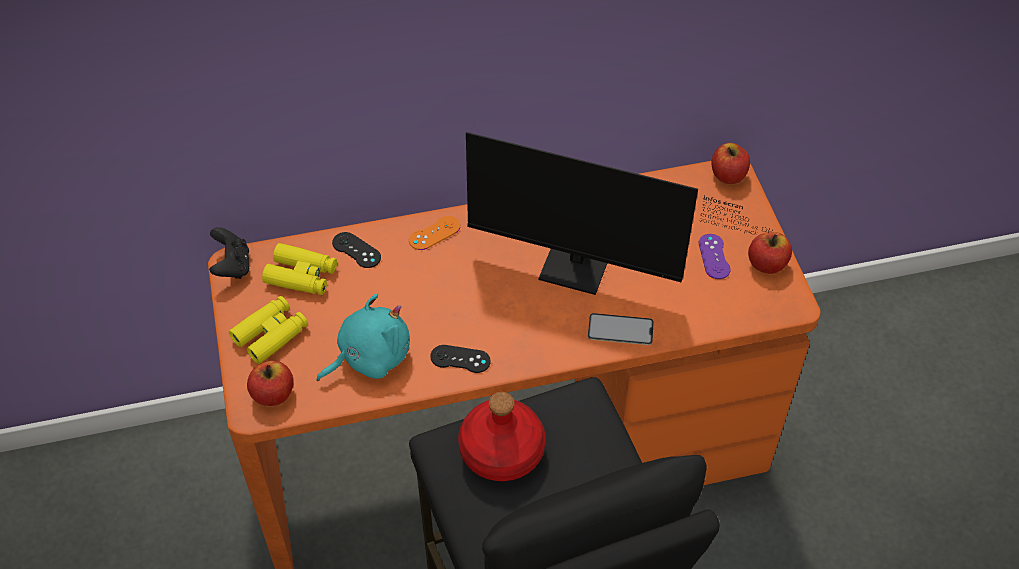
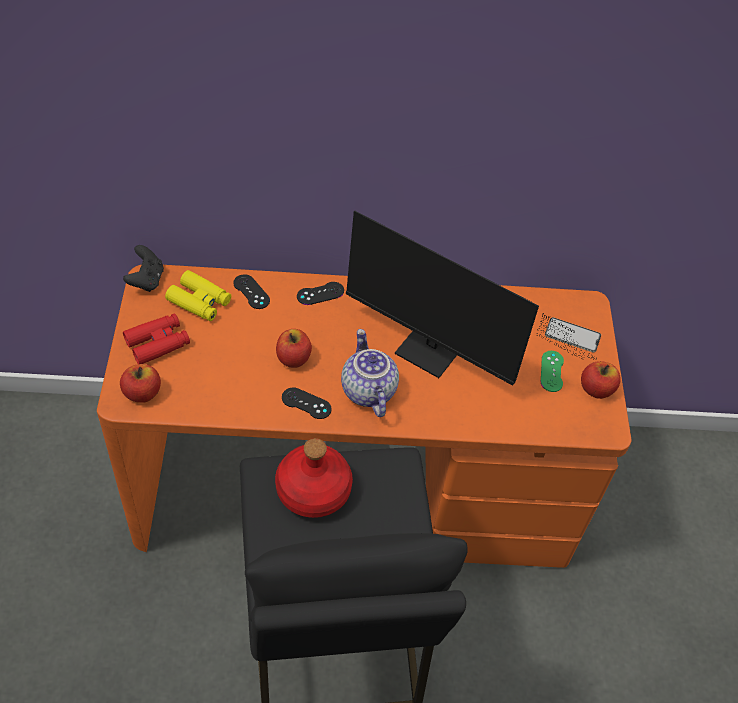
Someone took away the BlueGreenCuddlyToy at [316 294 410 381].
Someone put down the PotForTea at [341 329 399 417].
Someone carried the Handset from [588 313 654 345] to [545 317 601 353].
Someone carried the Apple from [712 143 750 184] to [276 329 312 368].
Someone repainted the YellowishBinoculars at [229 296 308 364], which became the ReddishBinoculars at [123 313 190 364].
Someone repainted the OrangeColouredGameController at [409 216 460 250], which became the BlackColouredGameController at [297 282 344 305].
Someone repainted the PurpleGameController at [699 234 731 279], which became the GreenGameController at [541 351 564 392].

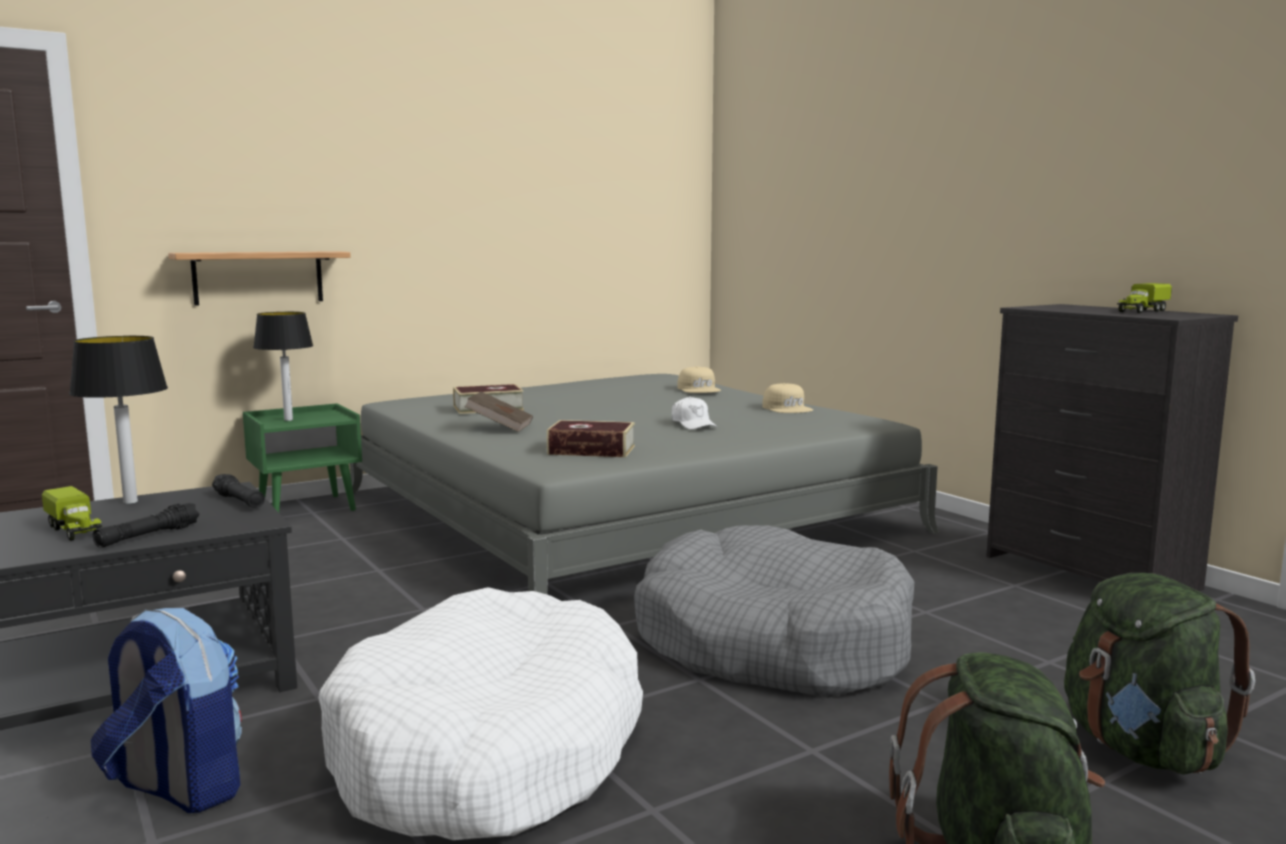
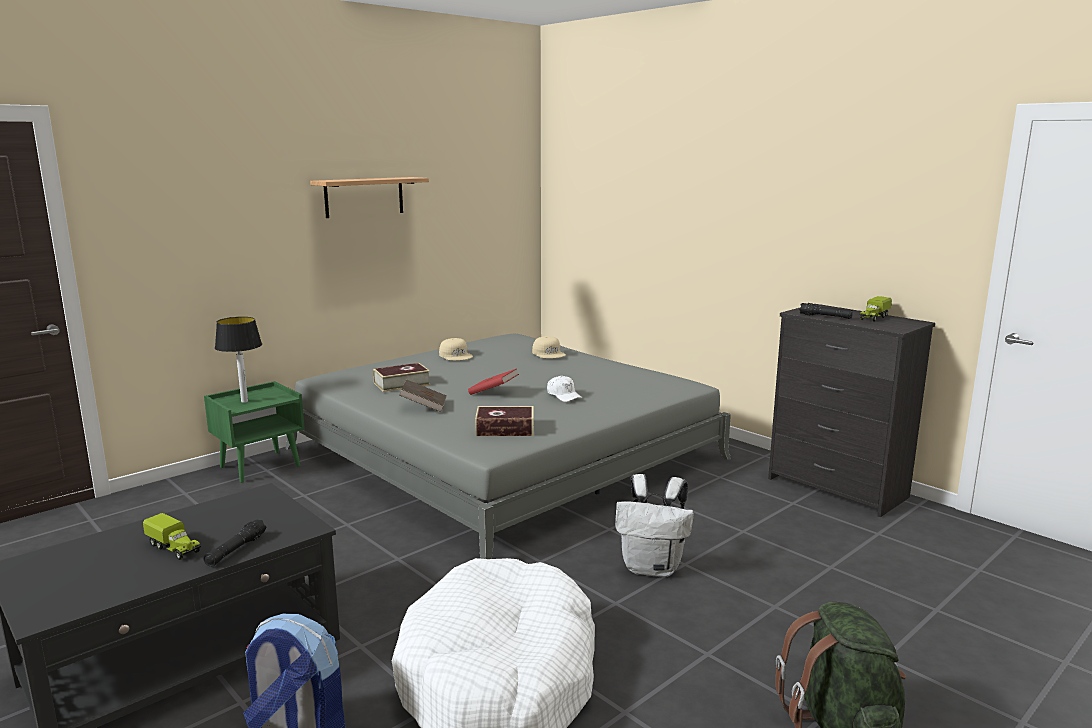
Someone took away the TableLamp at [69 336 168 504].
Someone took away the GreenBackpack at [1064 573 1255 774].
Someone put down the ReddishVolume at [468 368 519 395].
Someone carried the Shelf from [168 251 351 306] to [310 177 429 218].
Someone carried the BlackColouredHandTorch from [212 474 265 508] to [799 303 853 319].
Someone carried the SandColouredPeakedCap from [762 383 813 413] to [439 338 473 361].
Someone swapped the GrayPetBed at [634 525 914 698] for the WhitishBackpack at [615 474 694 577].

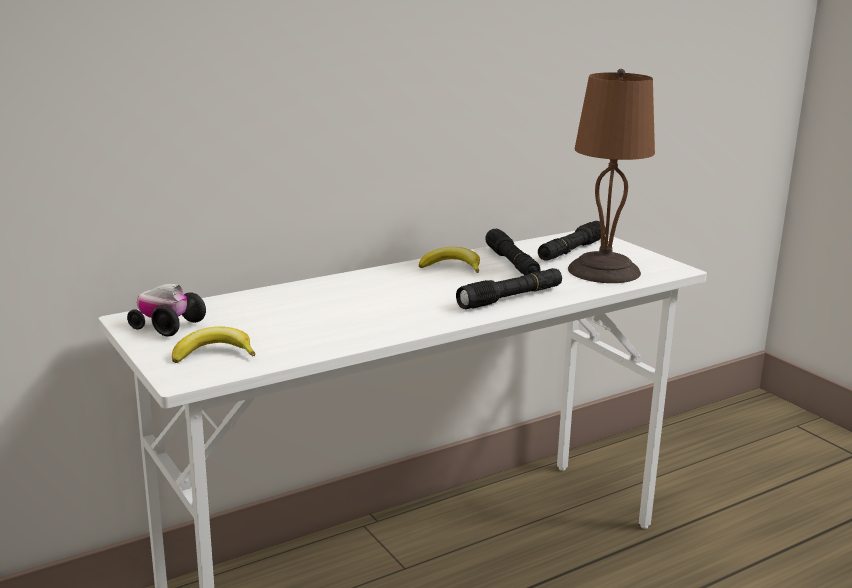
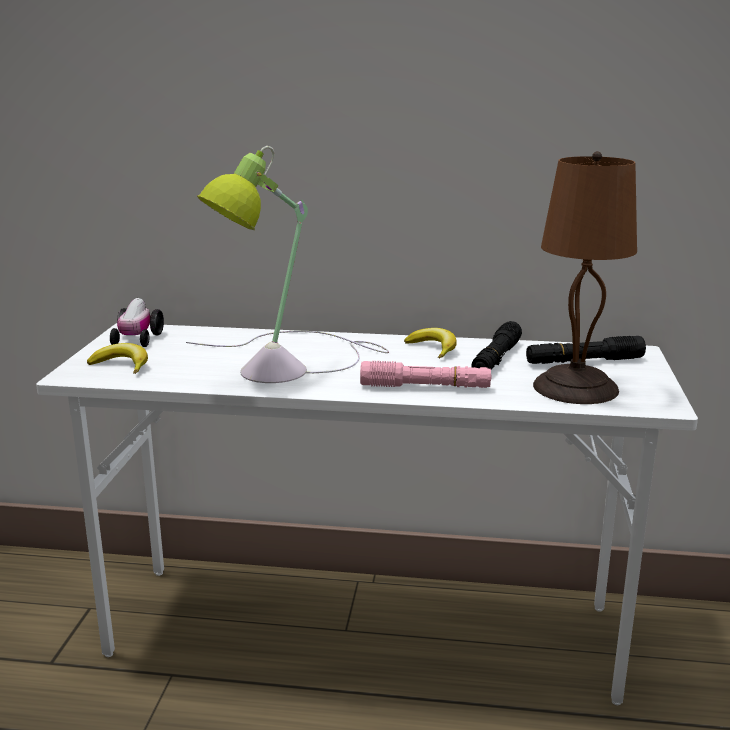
Someone put down the TableLamp at [186 146 389 383].
Someone repainted the BlackColouredHandTorch at [456 268 562 309], which became the PinkHandTorch at [360 360 492 388].
Someone rotated the ToyCar at [127 284 206 336] by 150 degrees counterclockwise.

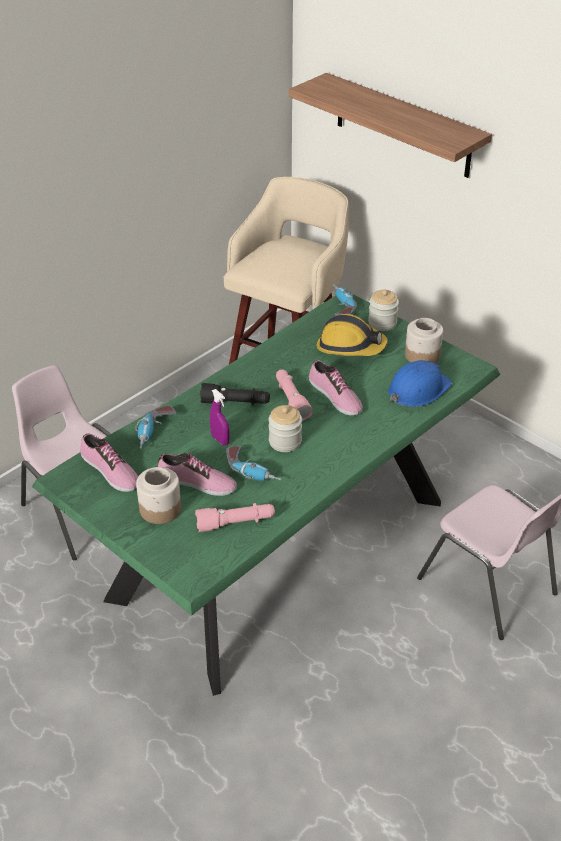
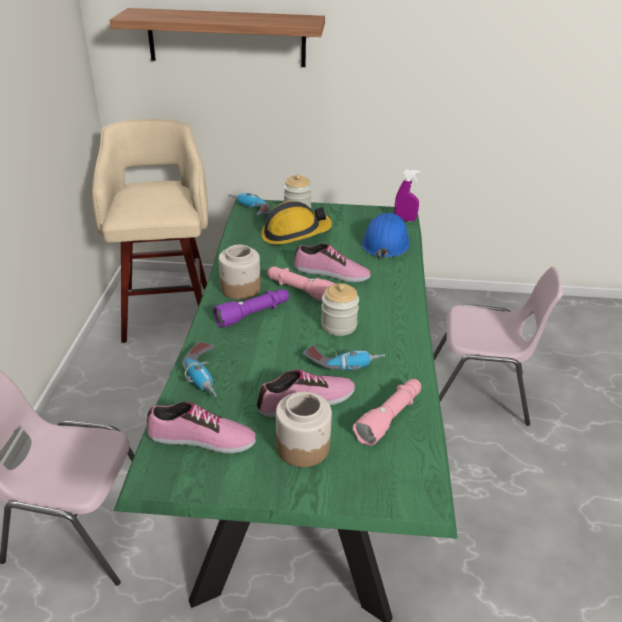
Someone carried the PurpleSprayBottle from [210 389 230 445] to [394 170 420 222].
Someone carried the Jar from [405 318 443 363] to [219 245 261 299].
Someone repainted the BlackColouredHandTorch at [200 383 270 405], which became the PurpleHandTorch at [213 289 289 328].

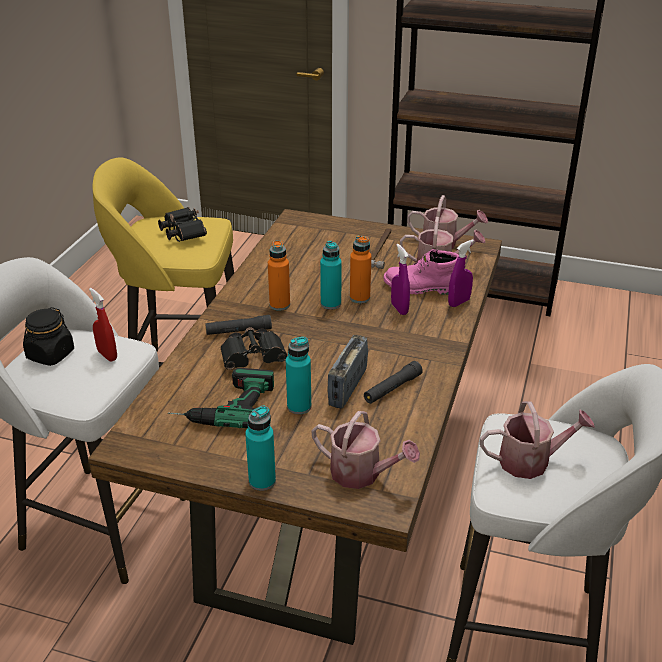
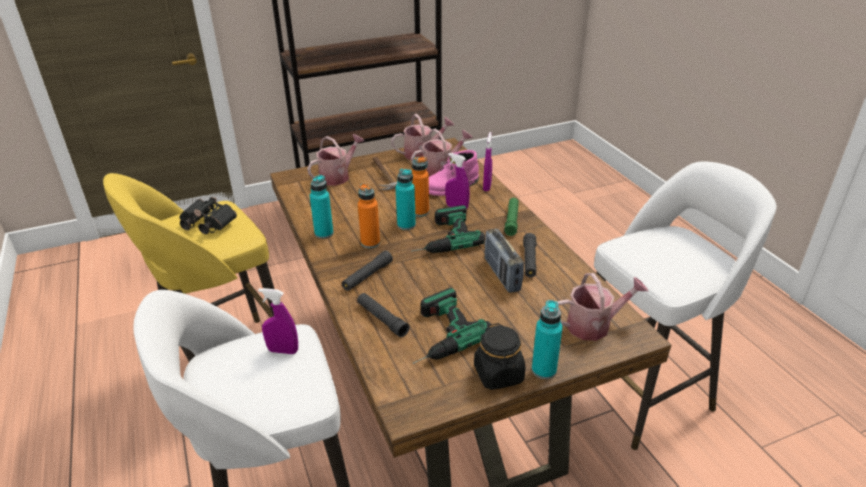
Someone took away the BlackColouredBinoculars at [221 327 287 370].
Someone put down the BlackColouredHandTorch at [357 293 410 337].
Someone put down the Drill at [411 205 485 253].
Someone put down the GreenHandTorch at [504 198 519 236].
Someone carried the BlackColouredJar from [23 307 74 366] to [474 323 525 390].
Someone carried the BlueGreenBottle from [286 337 311 414] to [310 175 334 239].
Someone carried the SprinklingCan from [480 401 595 479] to [307 134 365 186].
Someone repainted the ReddishSprayBottle at [89 288 117 362], which became the PurpleSprayBottle at [258 288 298 354].

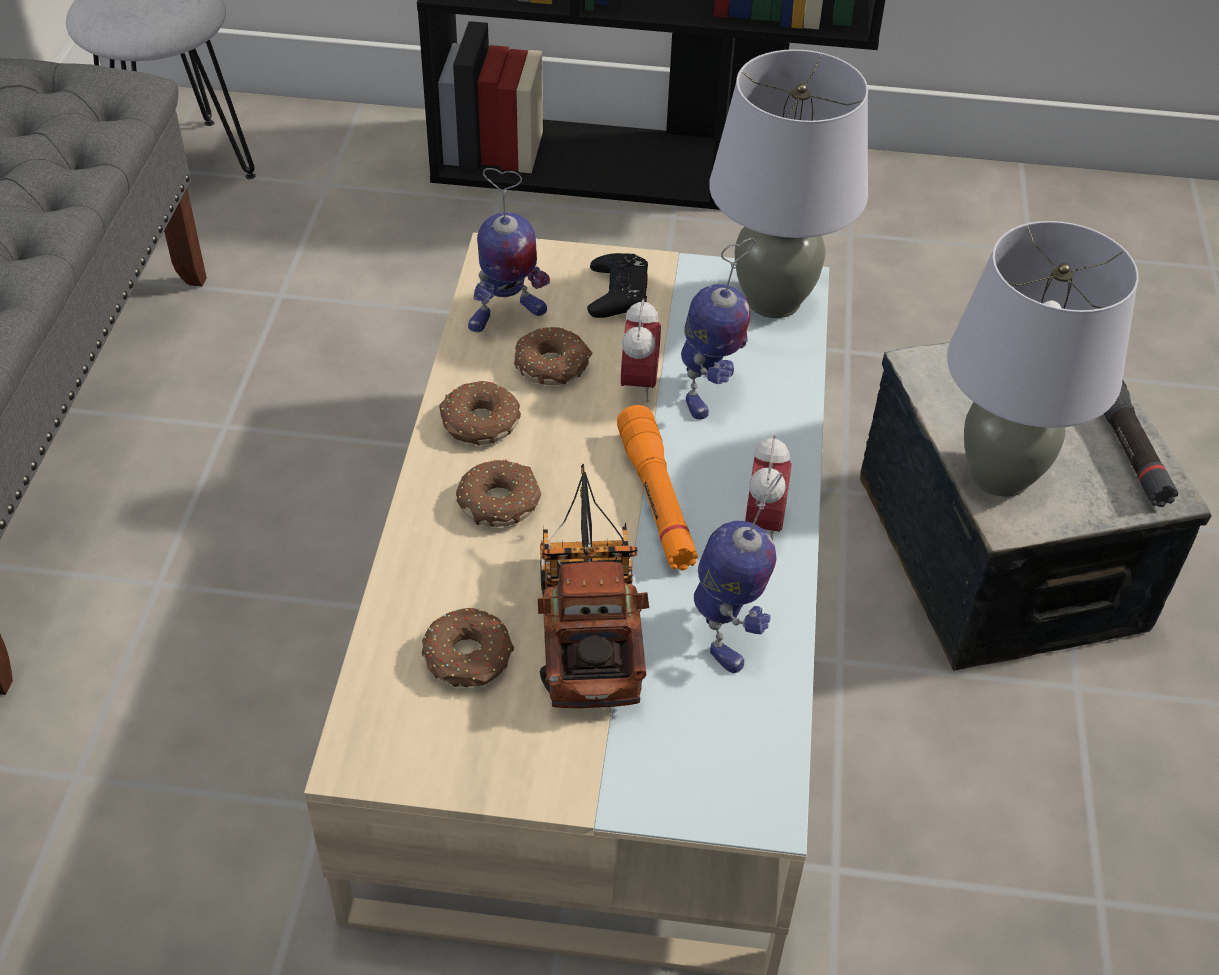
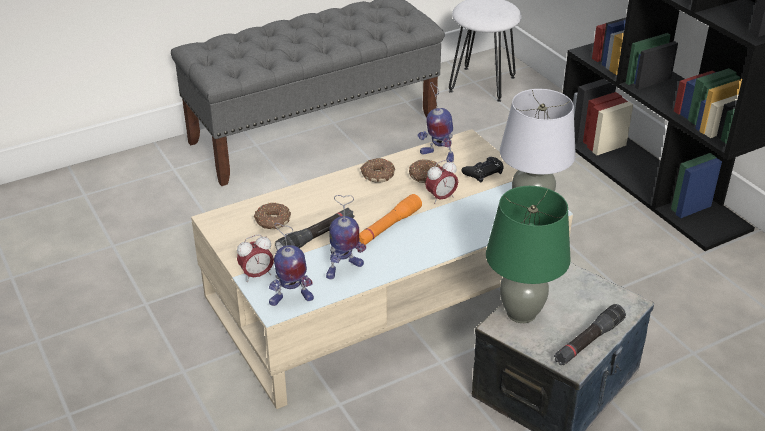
Someone took away the RingDoughnut at [456 460 542 527].
Someone carried the RobotFigure from [681 238 756 420] to [269 223 314 306].
Someone carried the AlarmClock from [745 435 791 540] to [237 235 274 282].
Someone swapped the ToyLorry at [538 464 649 708] for the BlackColouredHandTorch at [275 208 354 251].
Someone repainted the GrayTableLamp at [947 221 1139 497], which became the GreenTableLamp at [486 186 571 323].

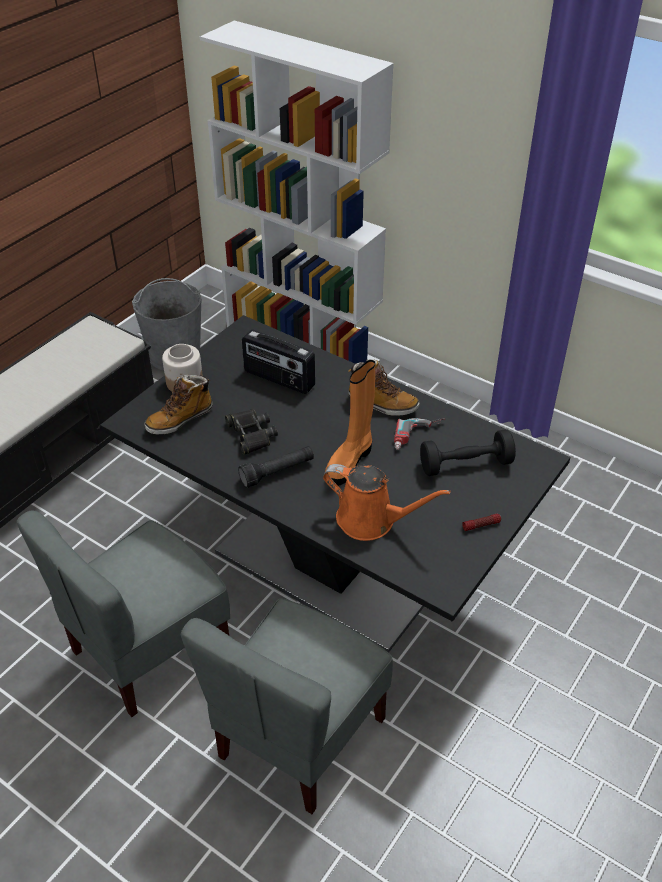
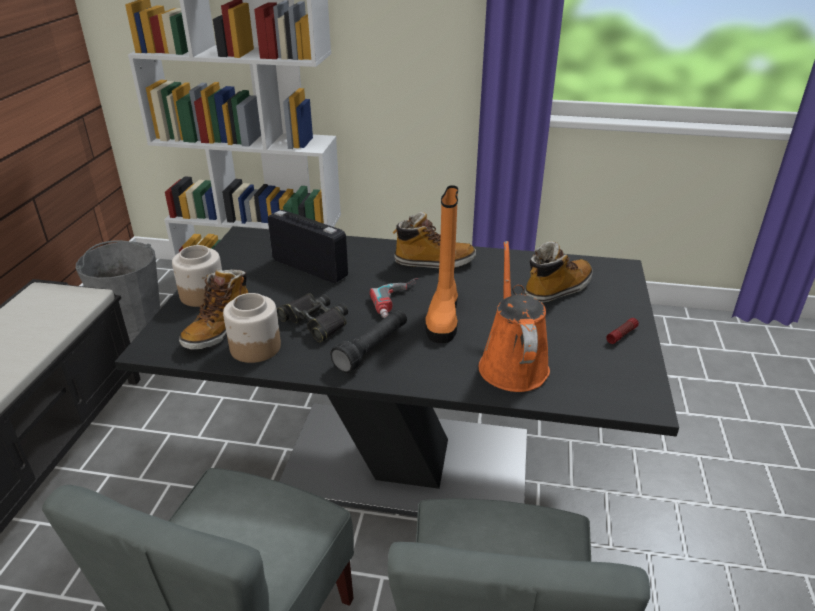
Someone put down the Jar at [223 293 281 363].
Someone carried the Drill from [394 418 445 450] to [370 278 419 318].
Someone swapped the BlackColouredHandWeight at [420 429 516 476] for the TallBoot at [525 241 593 303].
Someone rotated the RadioReceiver at [242 329 315 394] by 150 degrees counterclockwise.
Someone rotated the OrangeColouredSprinklingCan at [323 464 451 541] by 90 degrees counterclockwise.

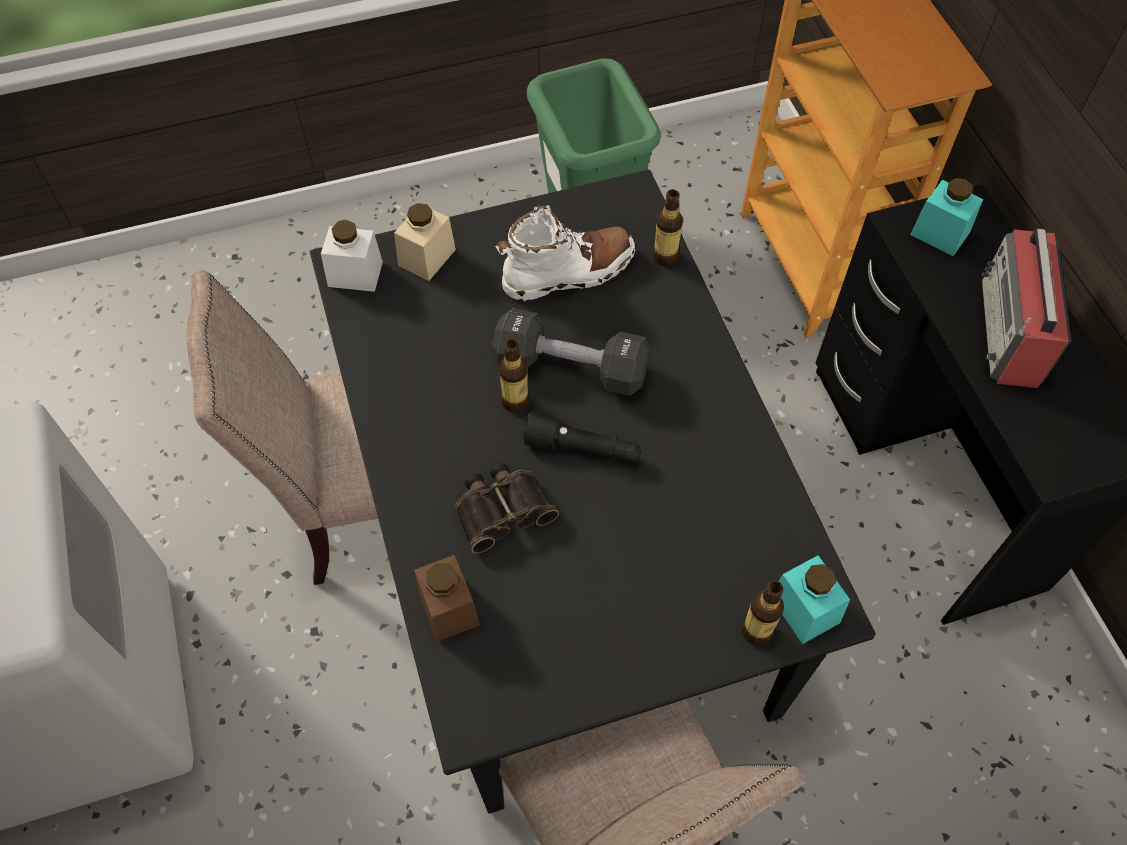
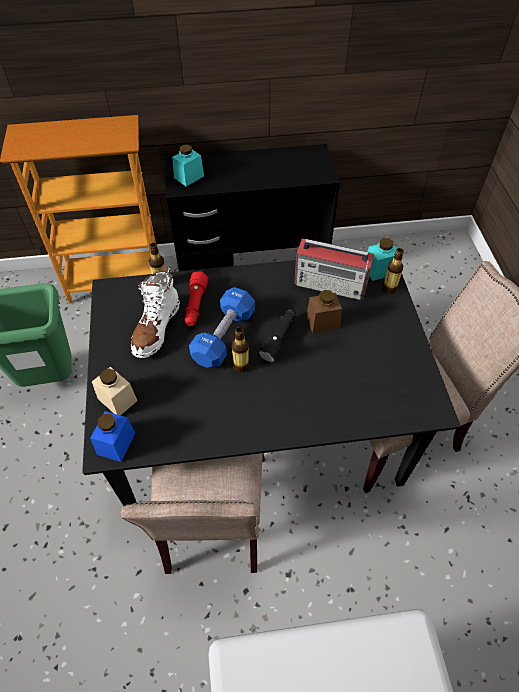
Someone took away the Binoculars at [455 463 559 554].
Someone put down the ReddishHandTorch at [185 271 208 326].
Someone carried the BrownishJar from [414 555 480 642] to [306 290 342 333].
Someone carried the RadioReceiver from [982 229 1071 388] to [294 239 374 300].
Someone repainted the WhitishJar at [321 220 383 292], which became the BluishJar at [90 411 135 462].
Someone repainted the BlackColouredHandWeight at [492 308 650 396], which became the BluishHandWeight at [189 287 255 368].
Someone rotated the WhitishTallBoot at [495 205 635 301] by 150 degrees counterclockwise.

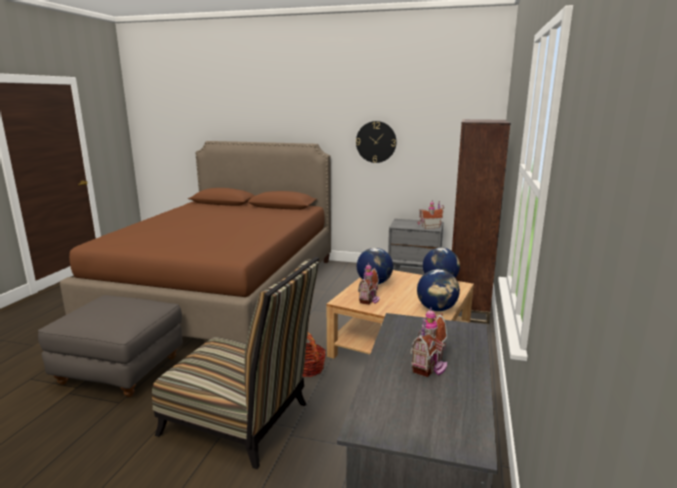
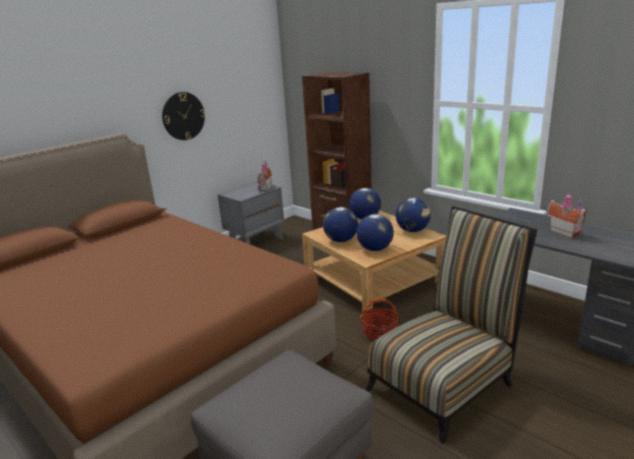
Someone swapped the ModelHouse at [358 263 380 305] for the WorldGlobe at [356 214 394 251].

